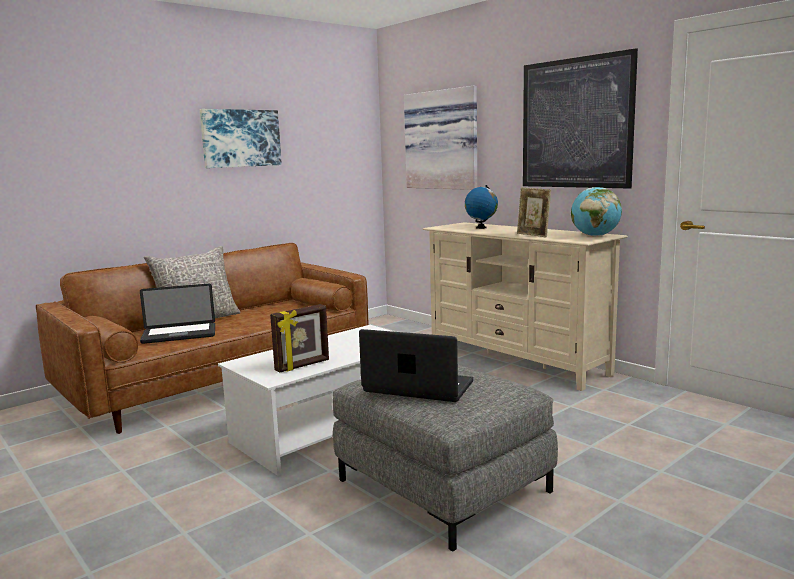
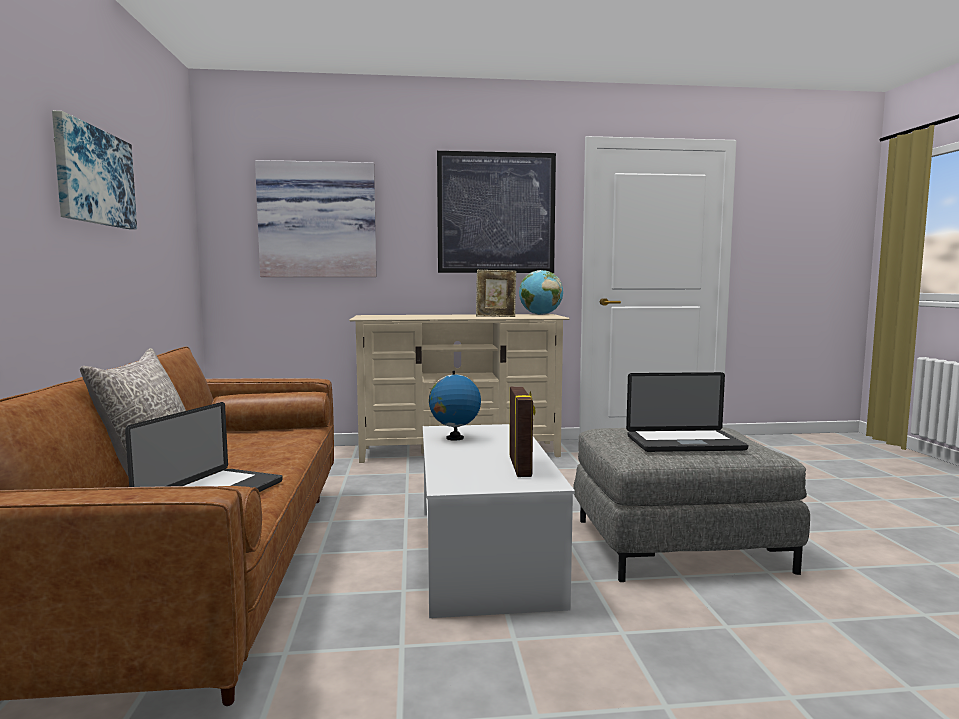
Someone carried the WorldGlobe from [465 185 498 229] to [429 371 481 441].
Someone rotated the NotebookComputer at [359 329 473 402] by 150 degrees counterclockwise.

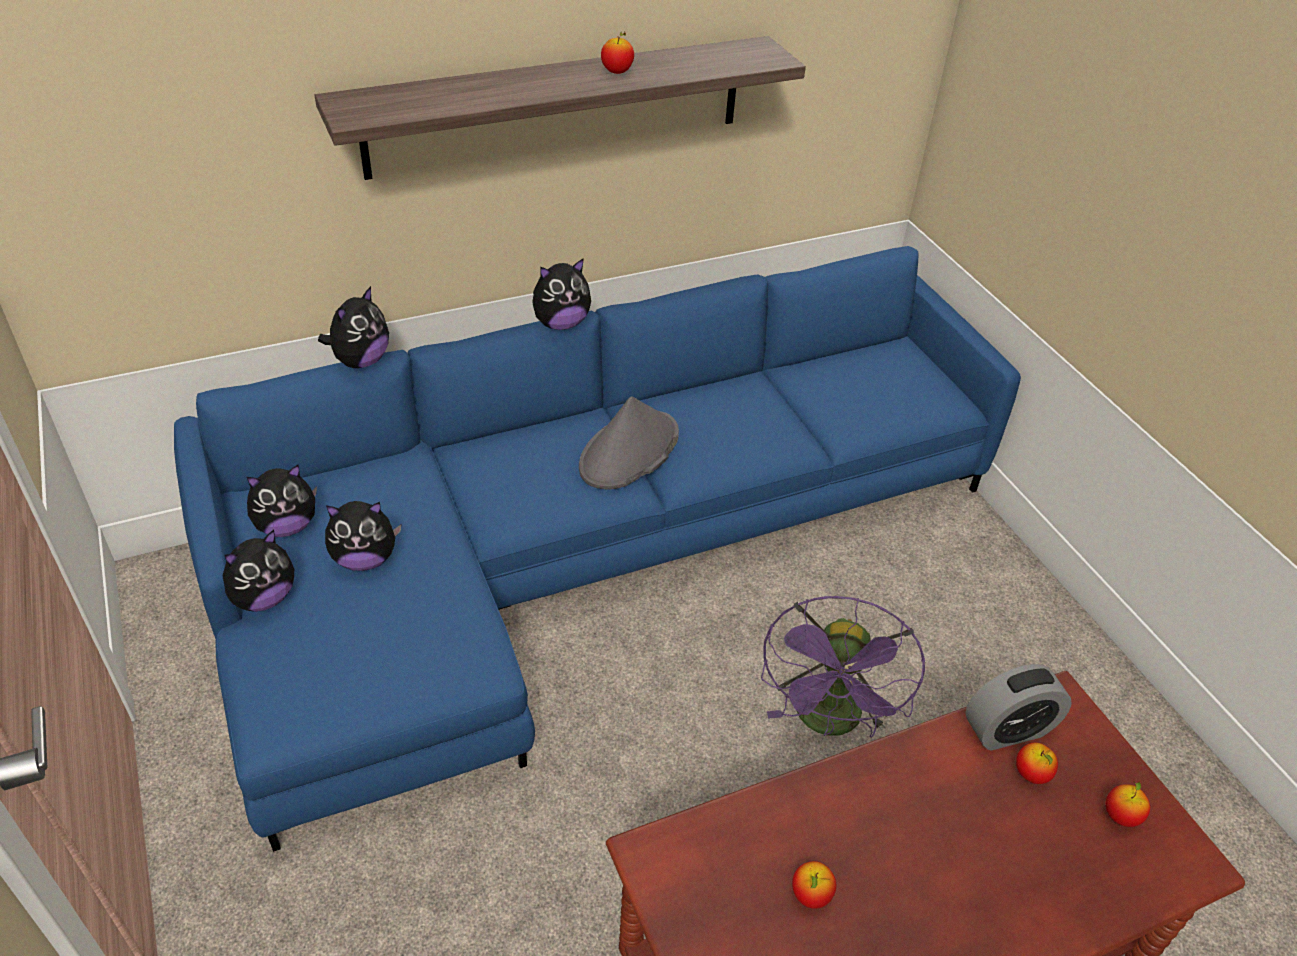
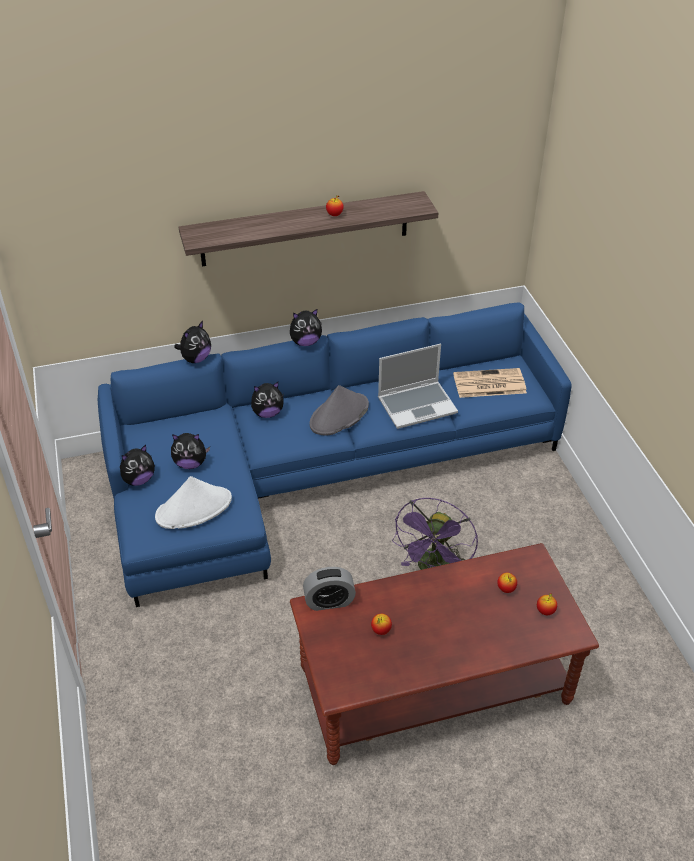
Someone put down the WhitishHat at [155 476 232 529].
Someone put down the NotebookComputer at [378 344 458 429].
Someone put down the Newspaper at [453 368 527 398].
Someone carried the CuddlyToy from [247 465 317 537] to [251 382 284 418].
Someone carried the AlarmClock from [965 664 1072 750] to [303 567 356 611].

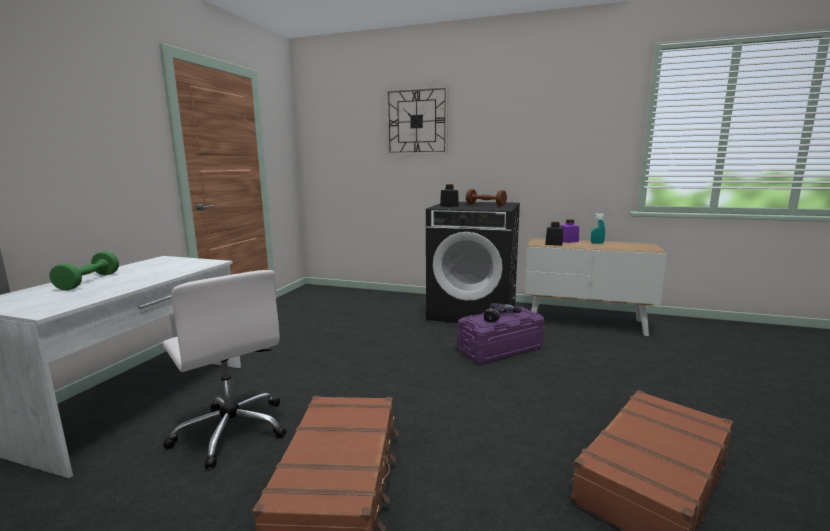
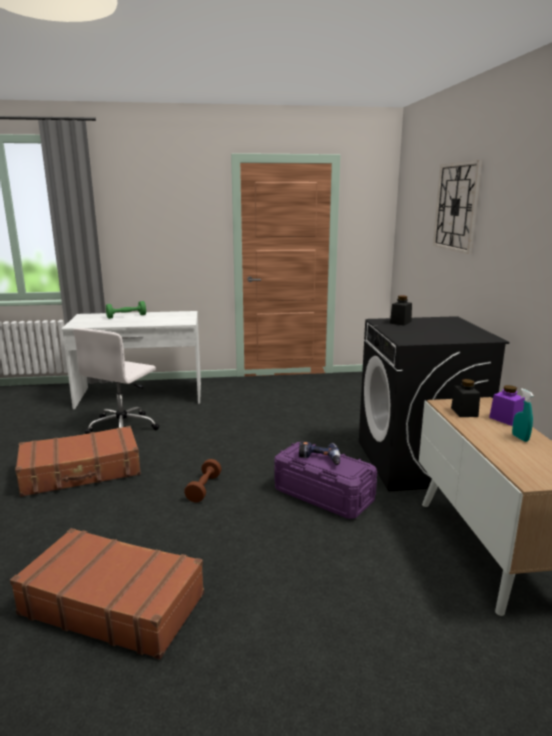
Someone carried the BrownishHandWeight from [466 189 507 206] to [184 459 222 503].

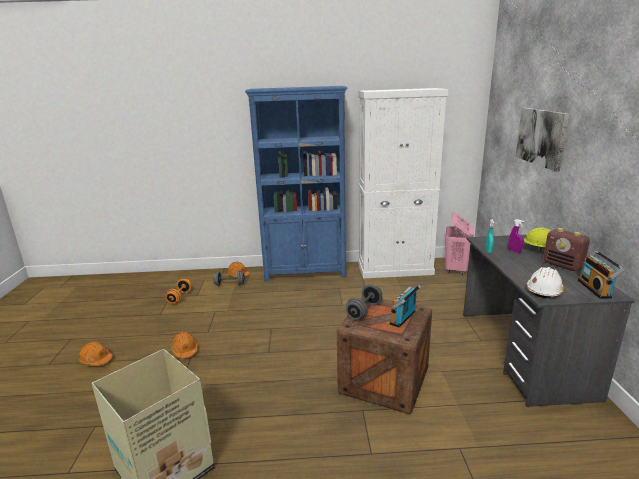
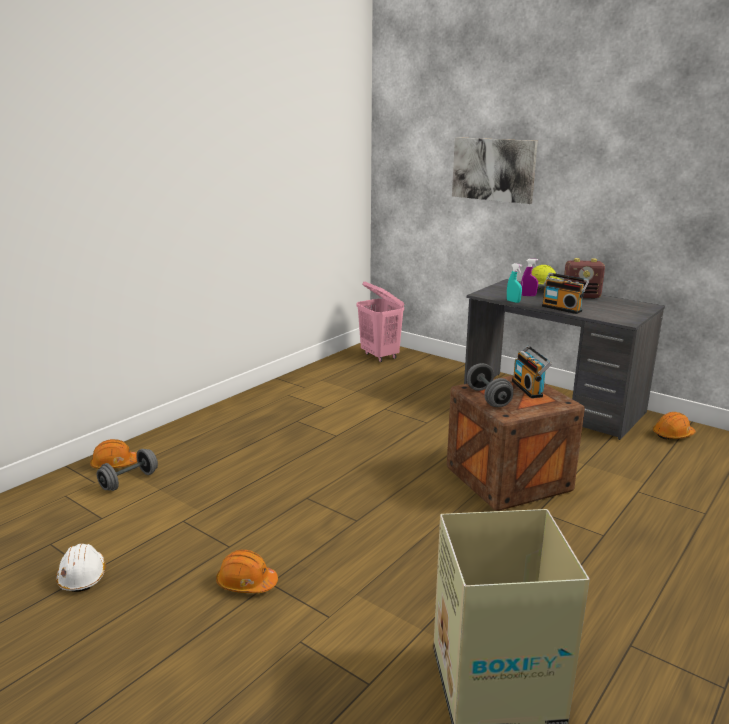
Someone took away the OrangeColouredHandWeight at [166 279 191 304].
Someone took away the BluishBookshelf at [245 86 347 281].
Someone took away the WhitishCupboard at [358 88 448 279].
Someone carried the OrangeColouredHardHat from [79 341 113 366] to [653 412 695 440].
Someone carried the WhitishHardHat from [527 267 564 298] to [56 543 106 592].
Someone carried the RadioReceiver from [578 250 624 299] to [542 273 589 314].

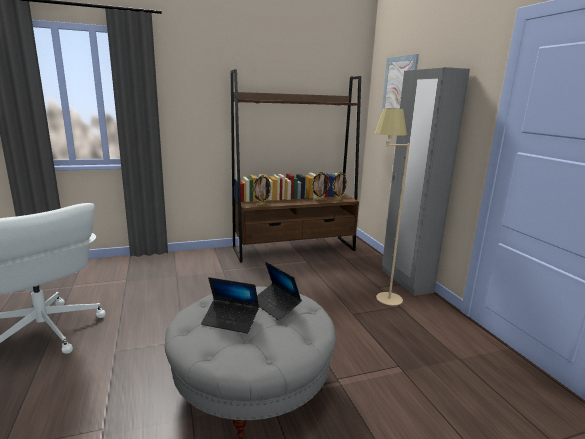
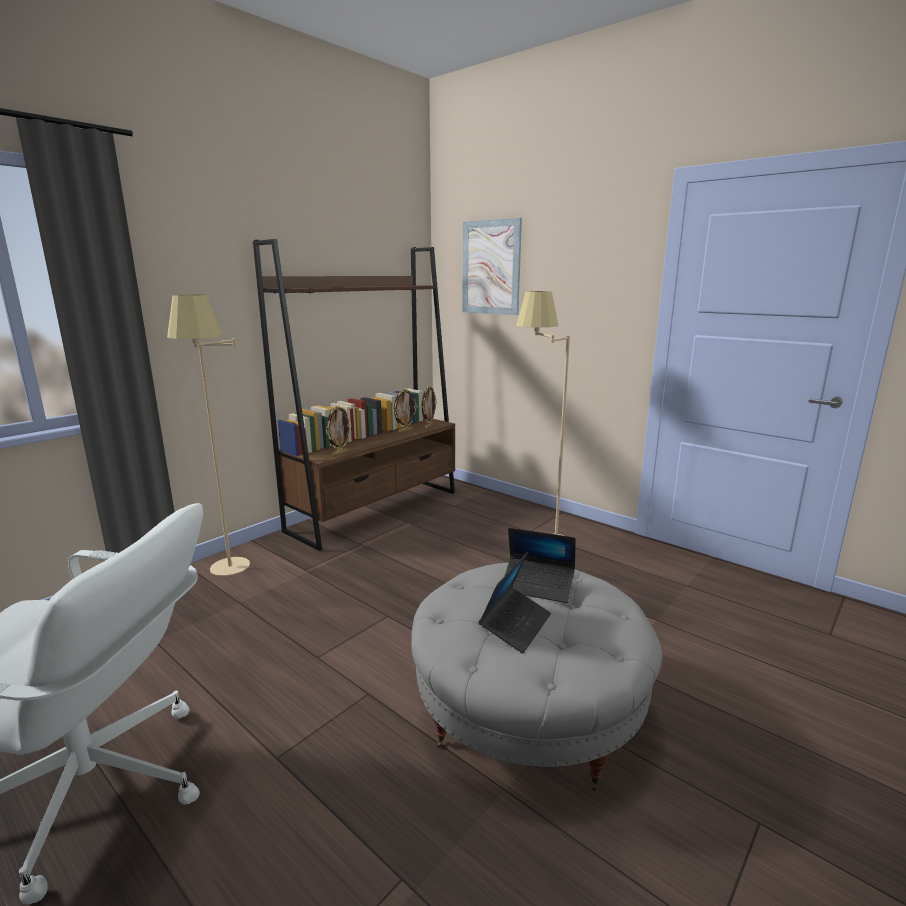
Someone took away the GrayClothesCupboard at [382 67 470 296].
Someone put down the SandColouredStandardLamp at [167 295 250 576].
Someone rotated the NotebookComputer at [201 277 259 334] by 45 degrees counterclockwise.

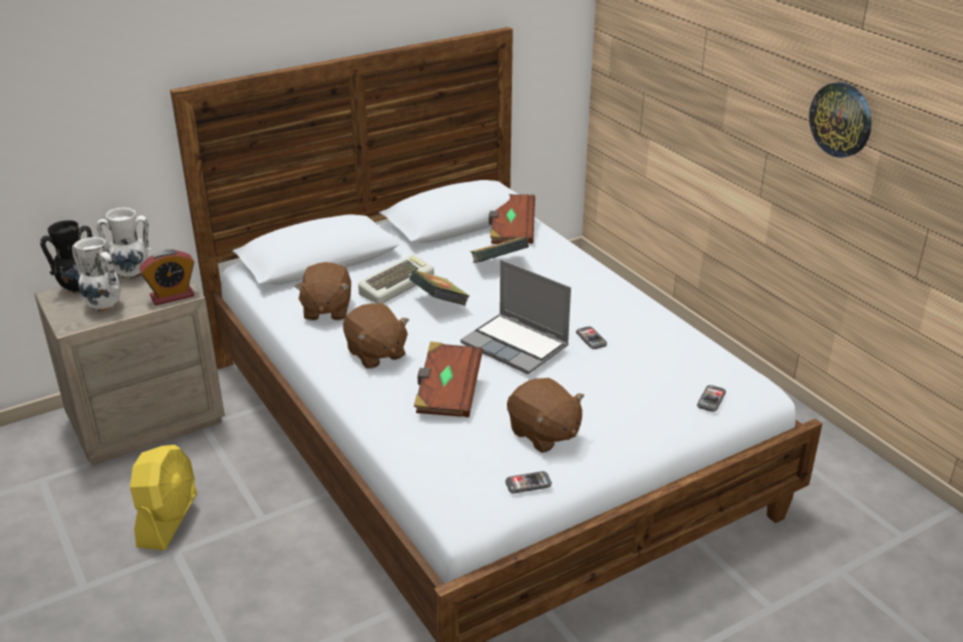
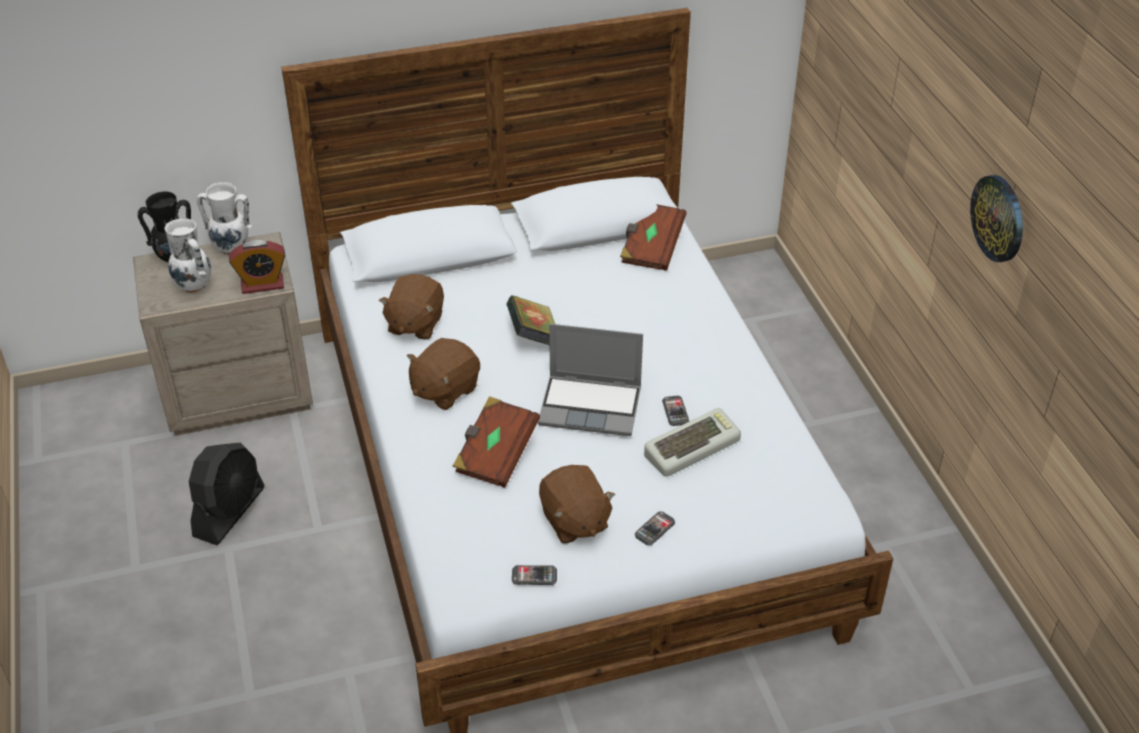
Someone took away the Volume at [470 237 529 263].
Someone carried the Keyboard from [358 255 434 304] to [644 408 741 476].
Someone carried the Handset from [697 385 726 412] to [635 511 675 545].
Someone repainted the YellowishElectricFan at [130 445 197 551], which became the BlackColouredElectricFan at [189 443 265 545].
Someone rotated the BrownishCuddlyToy at [343 303 409 369] by 60 degrees clockwise.
Someone rotated the NotebookComputer at [460 260 571 374] by 45 degrees counterclockwise.

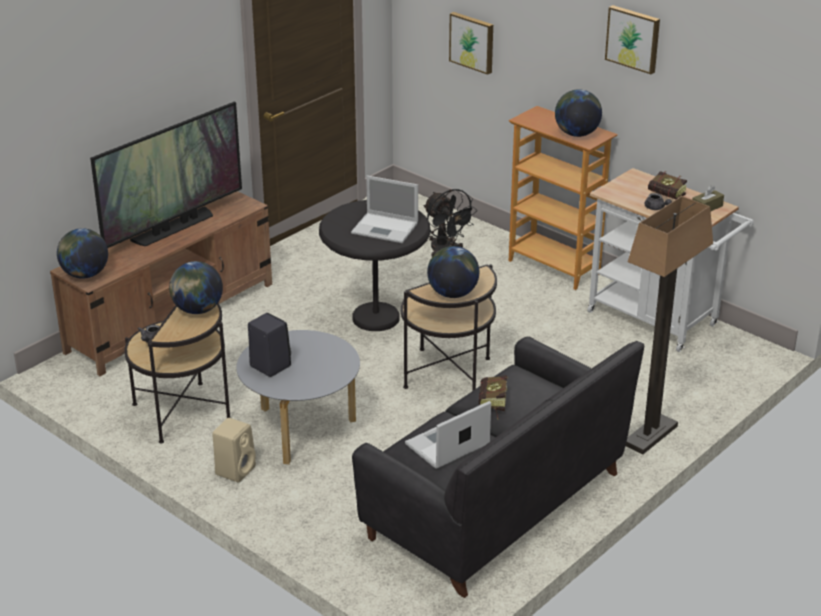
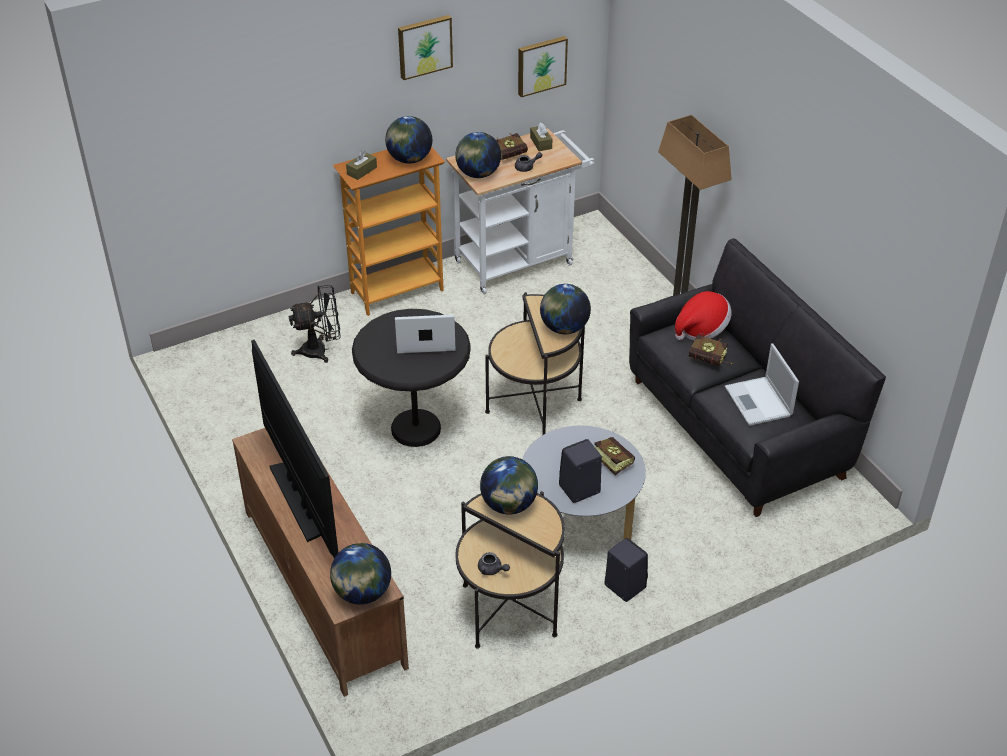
Someone put down the BrownishTissueHolder at [346 150 377 180].
Someone put down the WorldGlobe at [455 132 501 178].
Someone put down the Volume at [594 437 635 475].
Someone put down the Hat at [675 291 732 341].
Someone carried the WallArt from [449 12 493 75] to [518 36 568 97].
Someone repainted the SandColouredSpeaker at [212 418 256 482], which became the BlackColouredSpeaker at [605 538 648 602].
Someone rotated the NotebookComputer at [351 175 418 243] by 135 degrees counterclockwise.

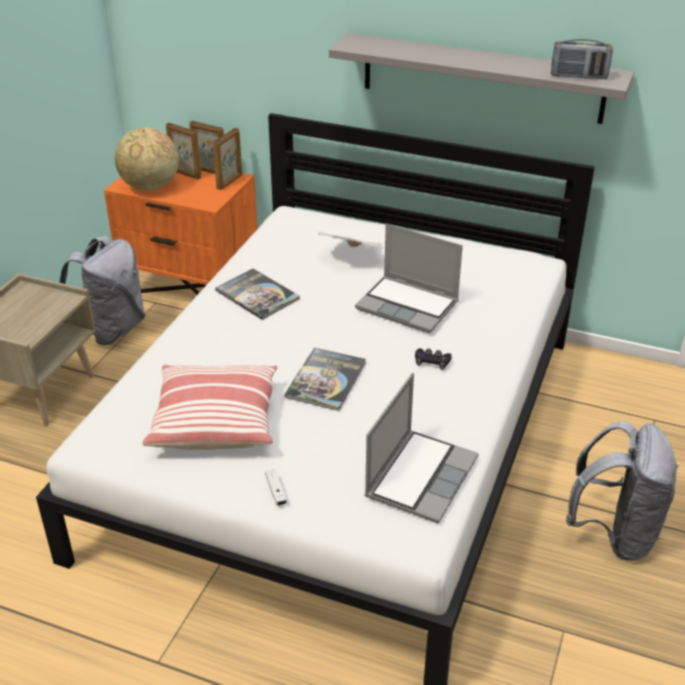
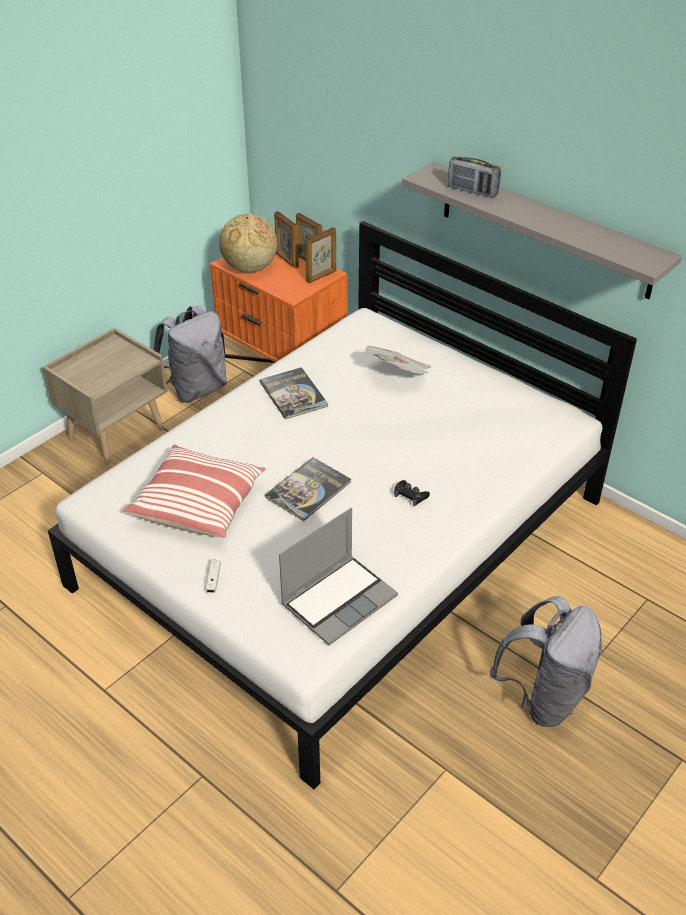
Someone took away the NotebookComputer at [355 223 463 333].
Someone carried the RadioReceiver from [551 39 613 79] to [448 156 501 198].

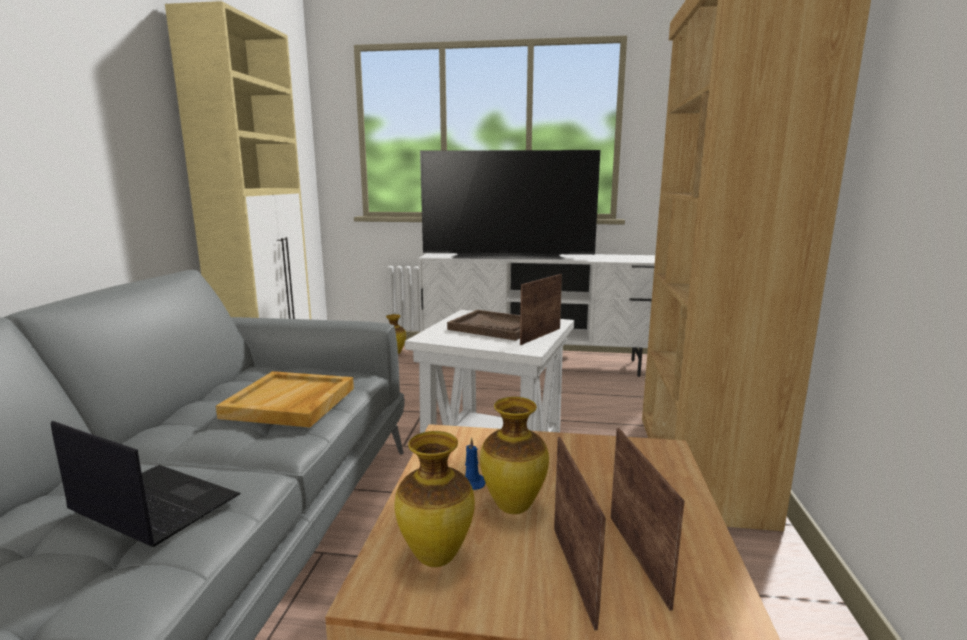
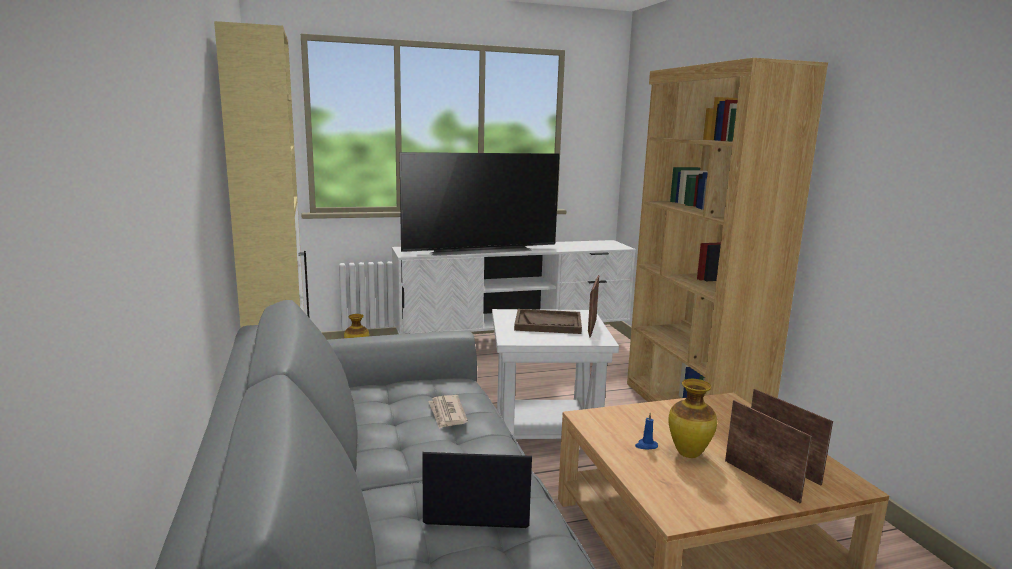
Someone took away the Vase at [394 431 475 567].
Someone swapped the SandColouredTray at [216 371 354 427] for the Newspaper at [428 395 468 429].

